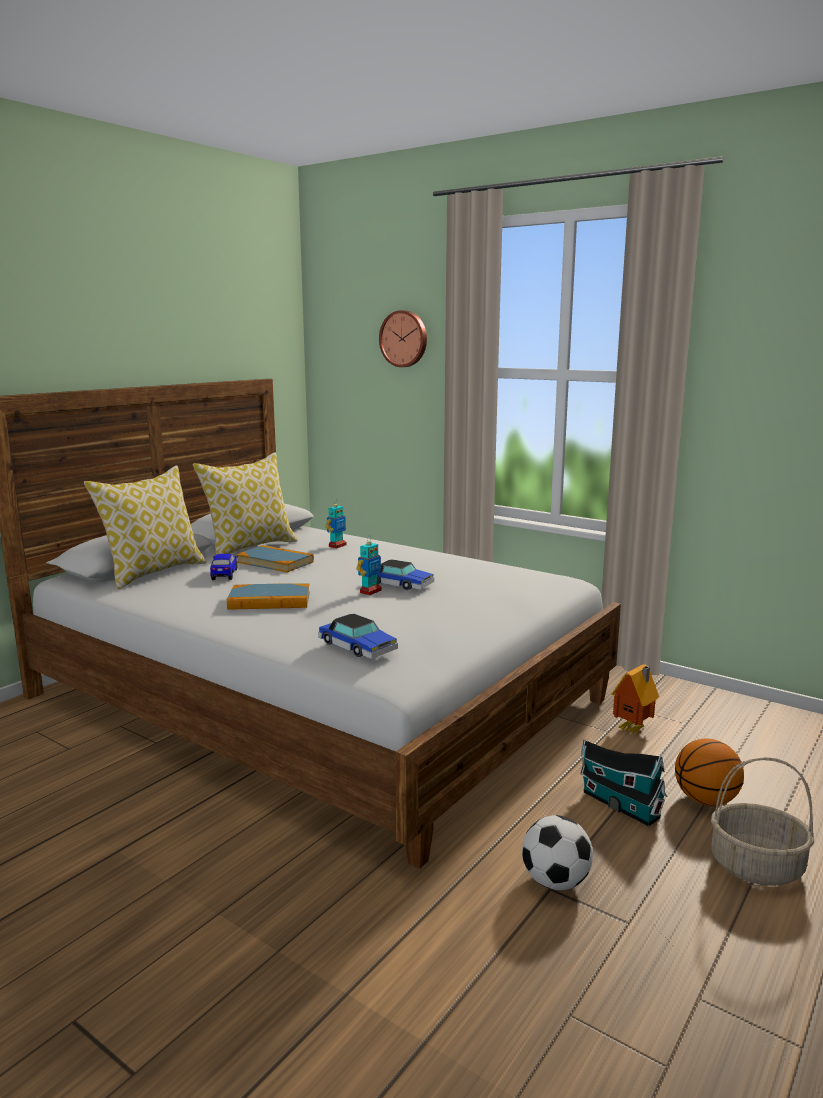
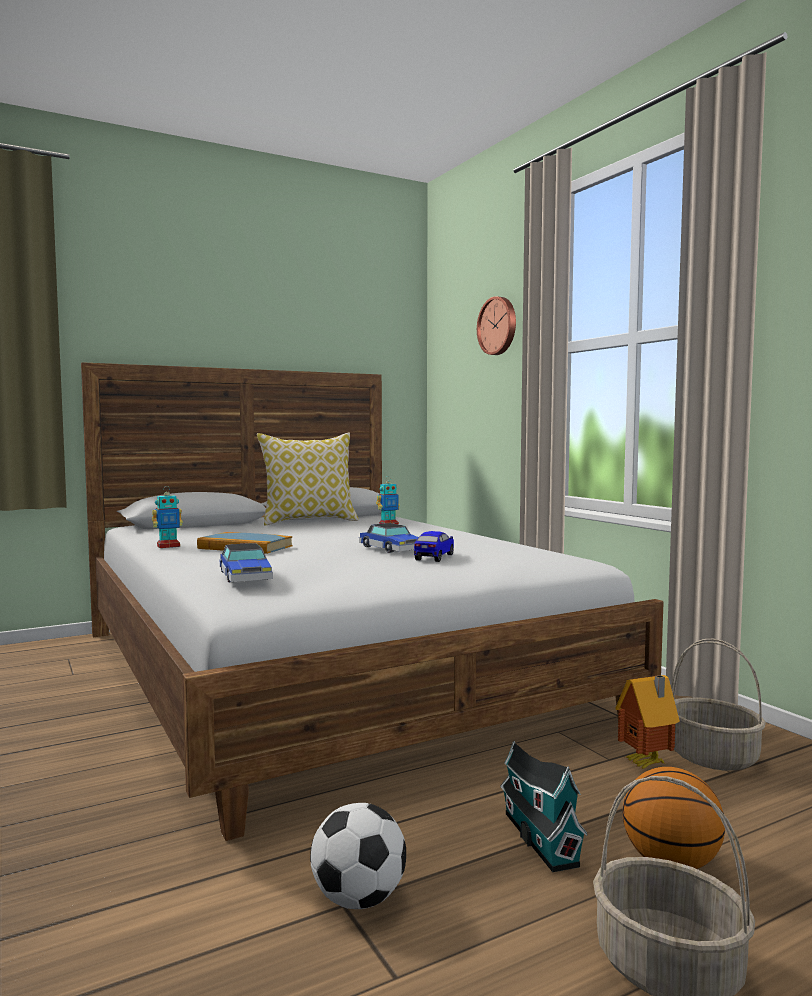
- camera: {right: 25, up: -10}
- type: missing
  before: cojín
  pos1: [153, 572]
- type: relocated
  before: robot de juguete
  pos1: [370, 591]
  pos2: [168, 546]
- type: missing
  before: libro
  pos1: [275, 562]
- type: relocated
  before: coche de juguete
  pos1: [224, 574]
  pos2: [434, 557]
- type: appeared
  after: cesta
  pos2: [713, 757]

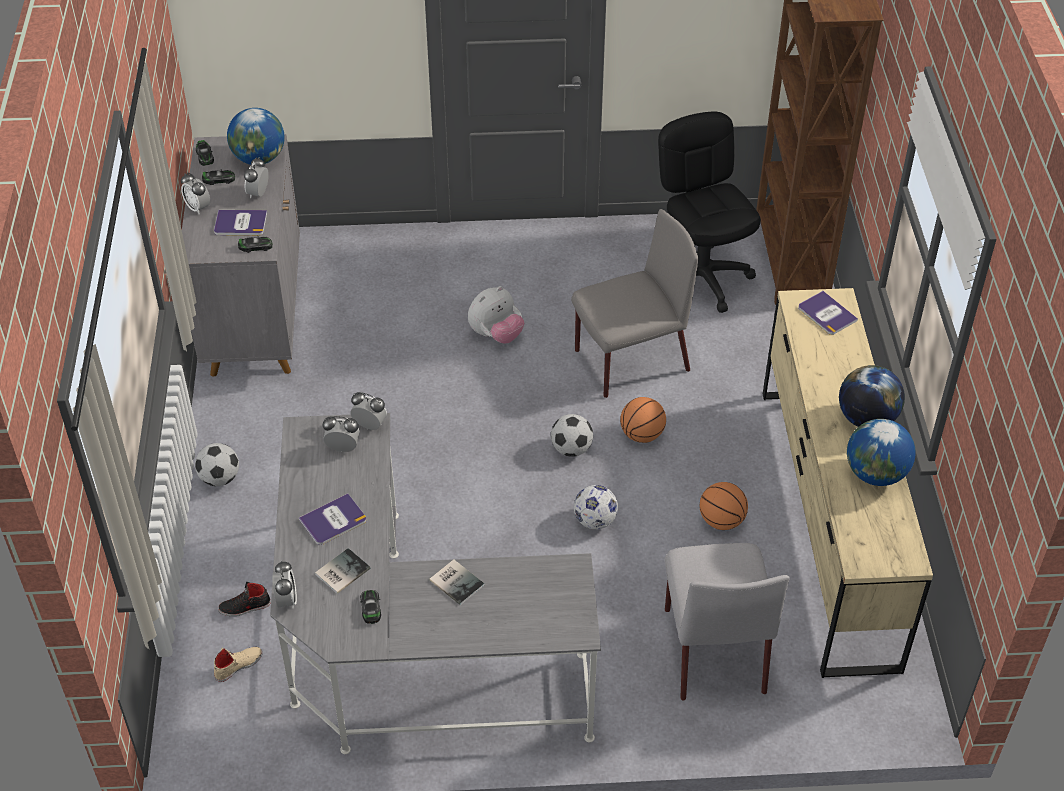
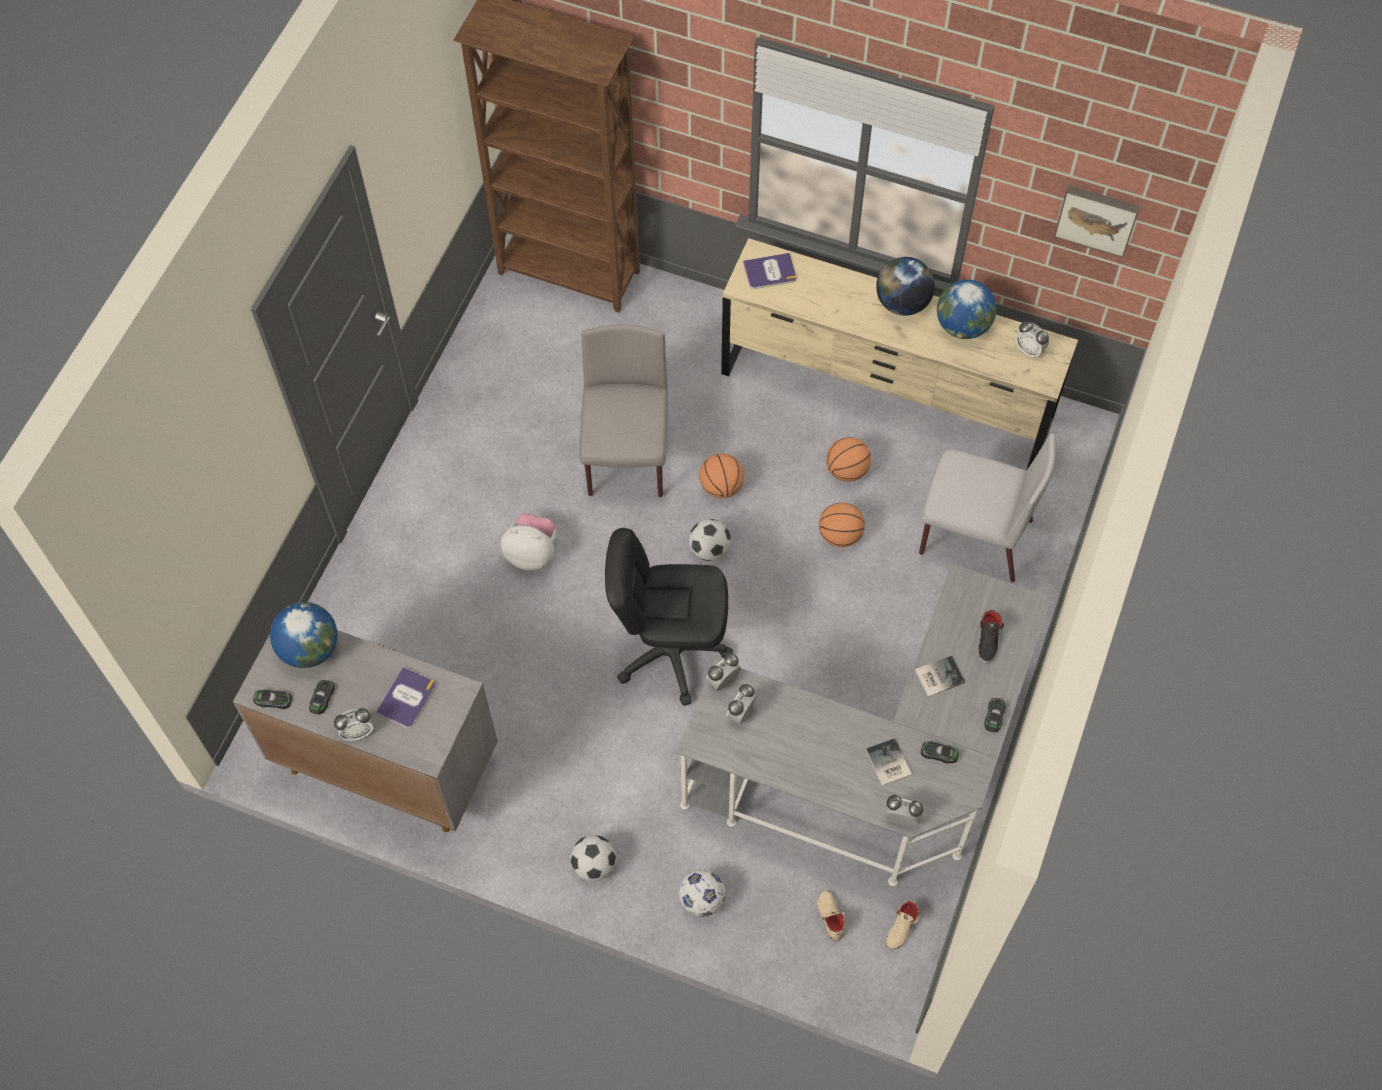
- camera: {right: -65, up: 15}
- type: relocated
  before: silla de oficina [negro]
  pos1: [701, 278]
  pos2: [671, 651]
- type: relocated
  before: despertador
  pos1: [258, 193]
  pos2: [1029, 350]
- type: relocated
  before: coche de juguete
  pos1: [255, 246]
  pos2: [994, 716]
- type: spun
  before: peluche
  pos1: [496, 335]
  pos2: [532, 553]
  turn: -60
- type: relocated
  before: balón de fútbol
  pos1: [594, 521]
  pos2: [702, 900]
- type: missing
  before: libro
  pos1: [333, 520]
- type: relocated
  before: zapato [negro]
  pos1: [245, 607]
  pos2: [988, 640]
- type: appeared
  after: cuadro
  pos2: [1097, 218]
- type: appeared
  after: balón de baloncesto
  pos2: [840, 535]
- type: appeared
  after: zapato [beis]
  pos2: [901, 928]

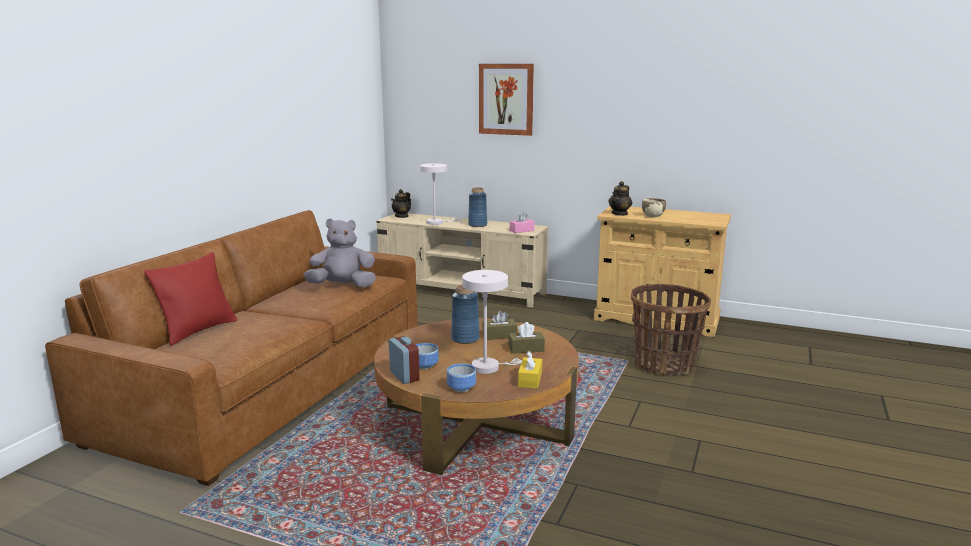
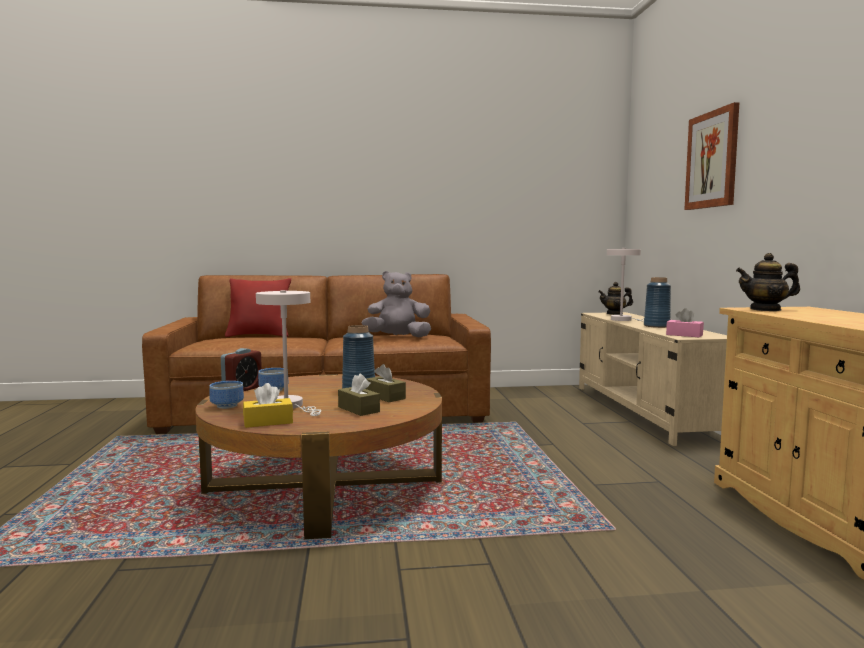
- camera: {right: 60, up: -10}
- type: missing
  before: cuenco [beis]
  pos1: [653, 216]
- type: spun
  before: peluche [gris]
  pos1: [342, 286]
  pos2: [397, 337]
  turn: -60
- type: missing
  before: cesta
  pos1: [664, 365]

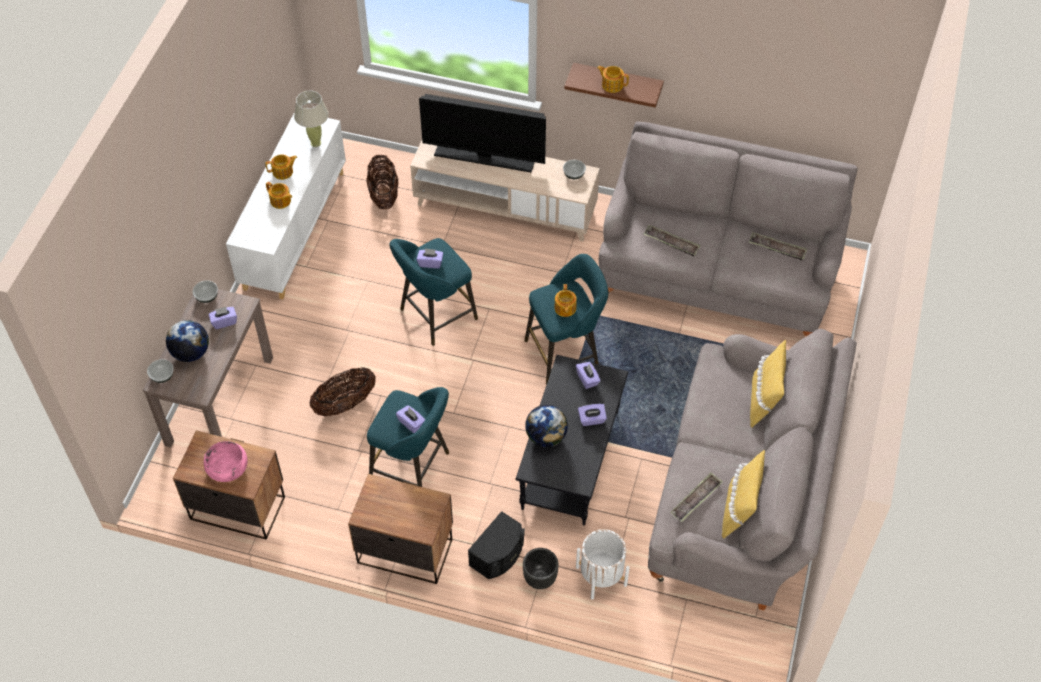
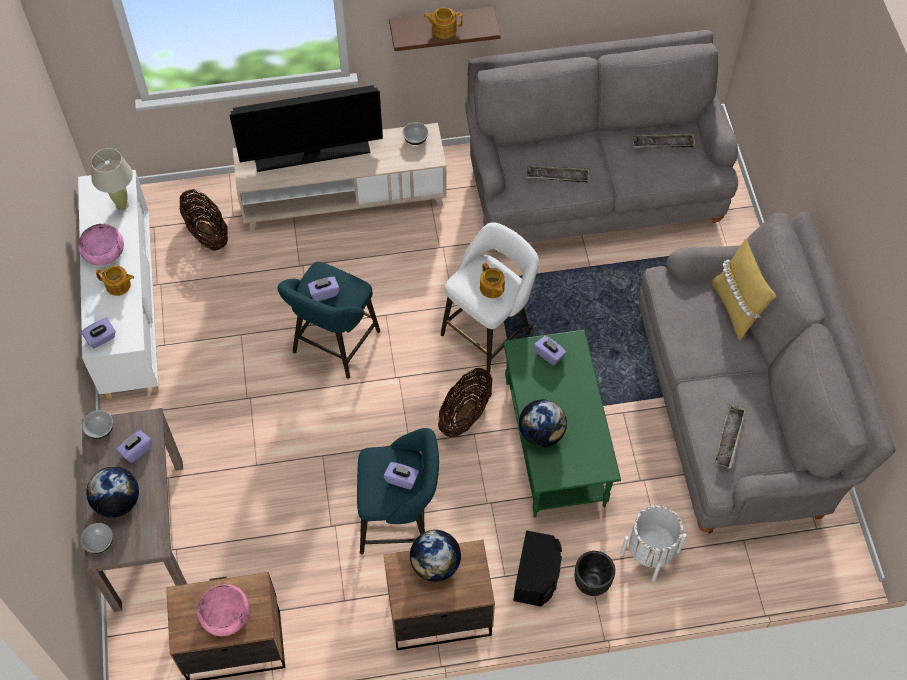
- camera: {right: -25, up: 5}
- type: exchanged
  before: tetera
  after: cuenco [rosa]
  pos1: [283, 172]
  pos2: [103, 251]
- type: colour
  before: taburete [turquesa]
  after: taburete [blanco]
  pos1: [565, 352]
  pos2: [489, 331]
- type: colour
  before: mesa de centro [negro]
  after: mesa de centro [verde]
  pos1: [571, 460]
  pos2: [556, 443]
- type: relocated
  before: cesta
  pos1: [345, 404]
  pos2: [465, 414]
- type: relocated
  before: caja de pañuelos [morado]
  pos1: [592, 420]
  pos2: [101, 338]
- type: missing
  before: cojín [amarillo]
  pos1: [739, 510]
- type: appeared
  after: globo terráqueo
  pos2: [435, 565]

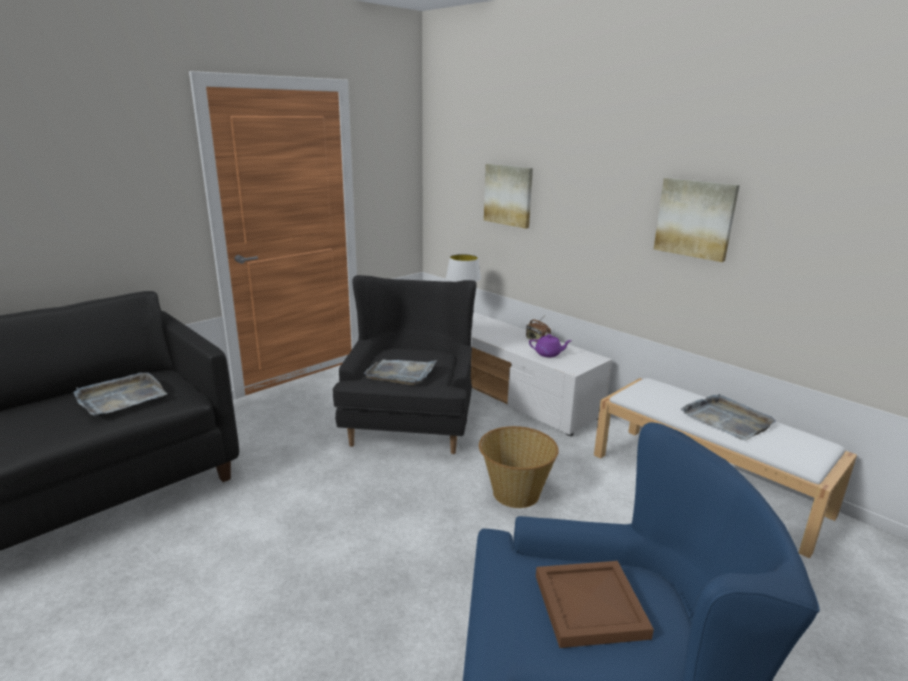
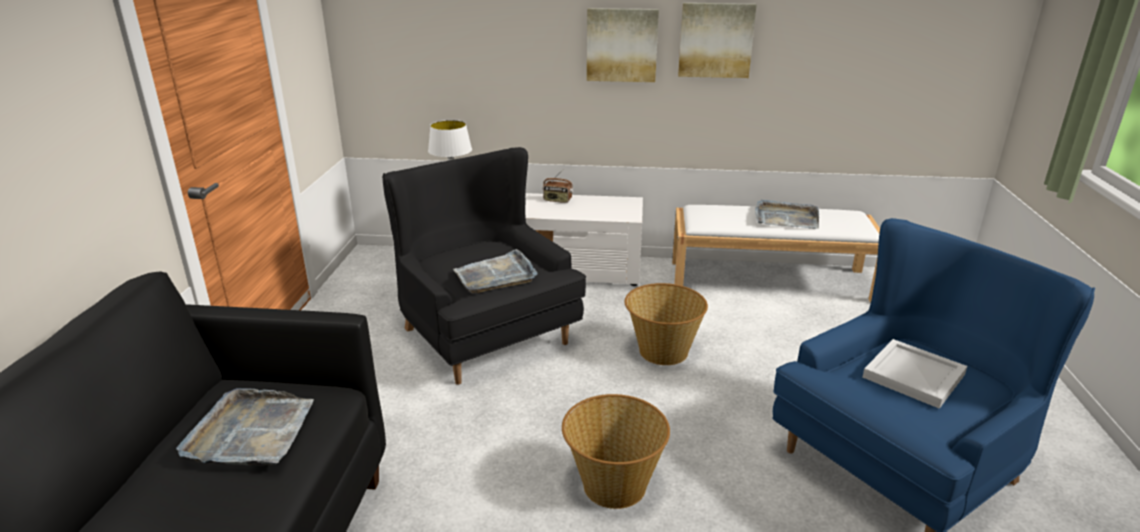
- camera: {right: -40, up: 5}
- type: relocated
  before: cuadro
  pos1: [508, 195]
  pos2: [622, 45]
- type: missing
  before: tetera [morado]
  pos1: [548, 354]
- type: colour
  before: bandeja [marrón]
  after: bandeja [blanco]
  pos1: [589, 607]
  pos2: [914, 377]
- type: appeared
  after: cesta
  pos2: [613, 484]

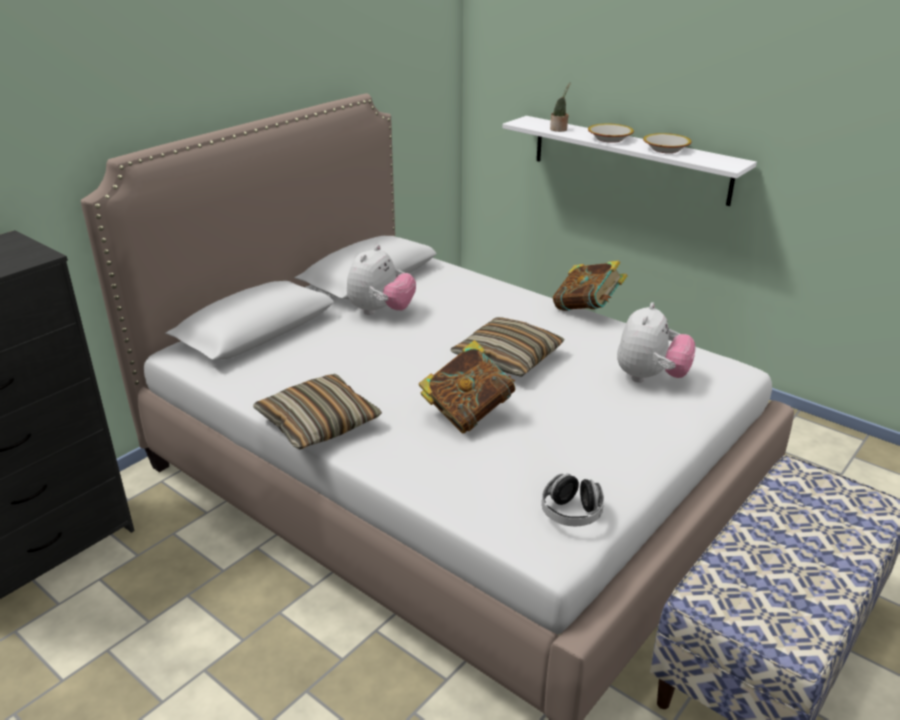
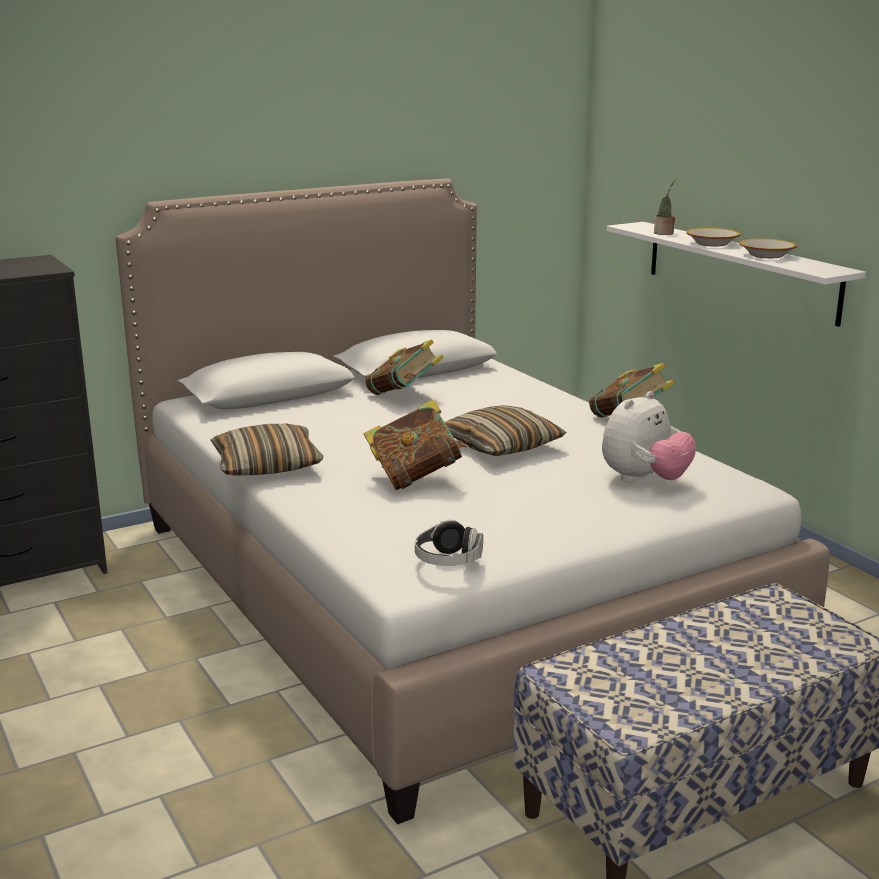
- camera: {right: 20, up: -10}
- type: exchanged
  before: peluche
  after: libro
  pos1: [381, 311]
  pos2: [404, 395]

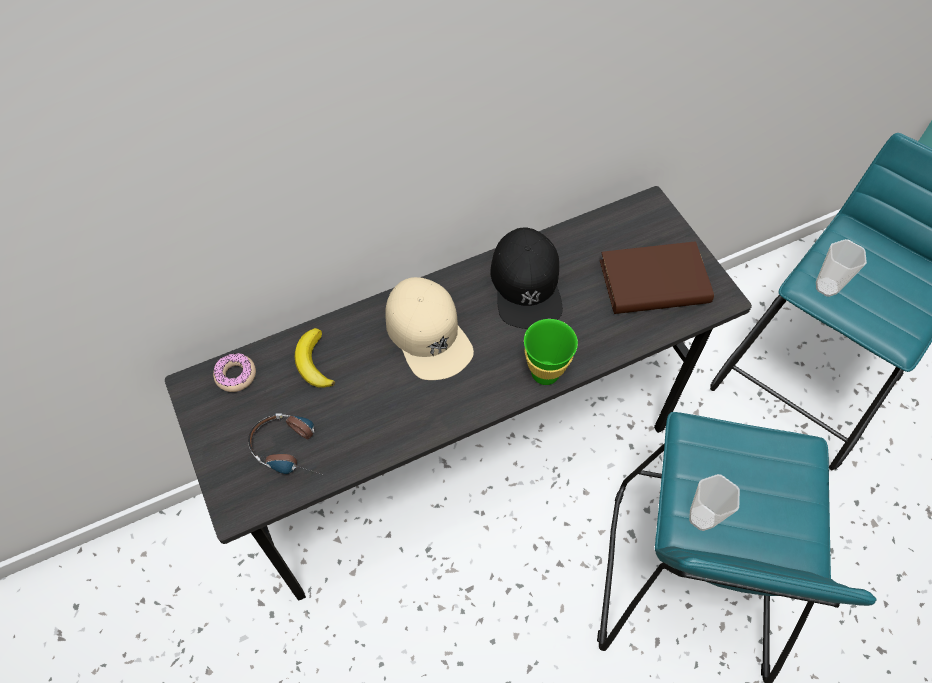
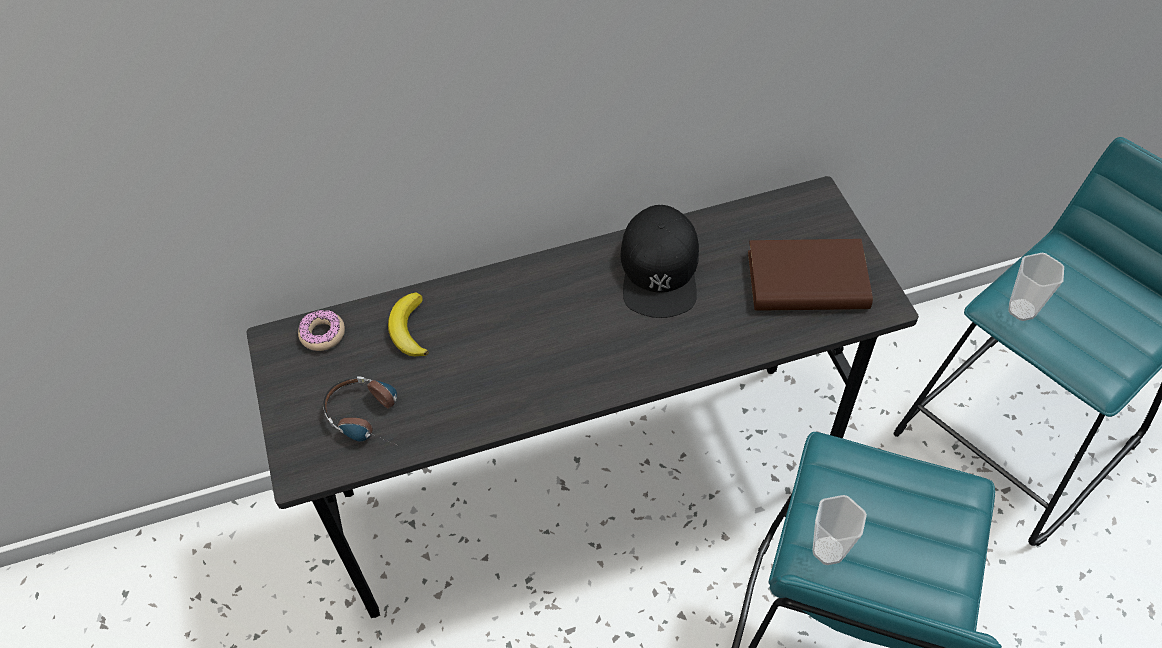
- camera: {right: 10, up: -5}
- type: missing
  before: gorra [beis]
  pos1: [428, 334]
- type: missing
  before: taza [verde]
  pos1: [545, 373]

